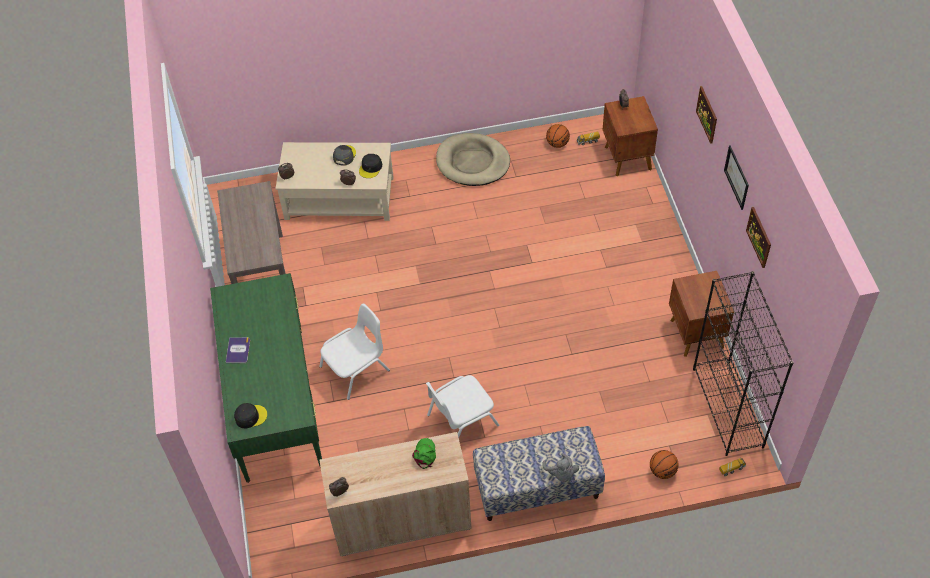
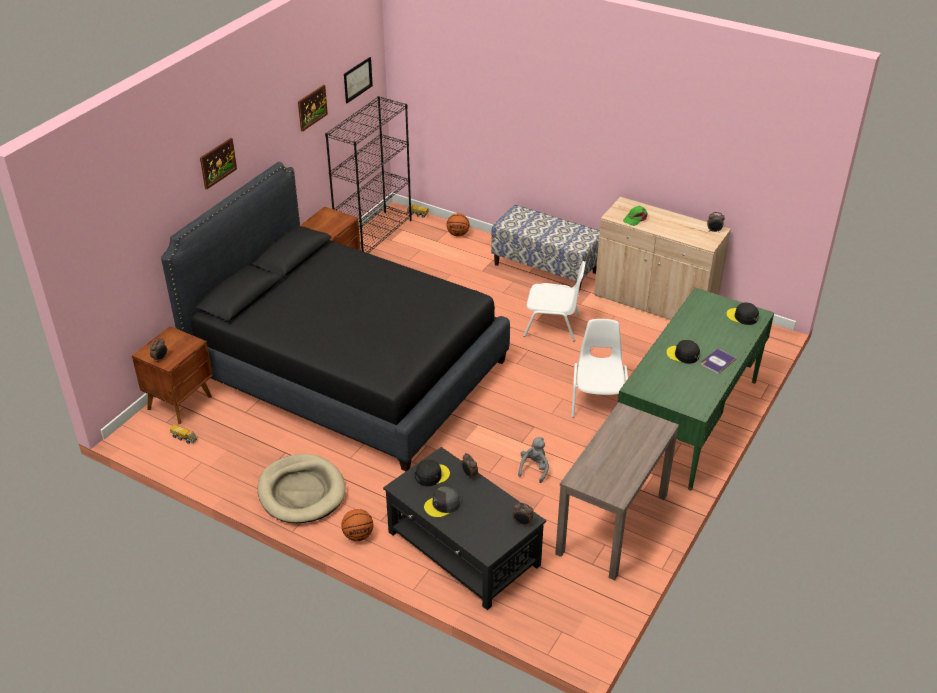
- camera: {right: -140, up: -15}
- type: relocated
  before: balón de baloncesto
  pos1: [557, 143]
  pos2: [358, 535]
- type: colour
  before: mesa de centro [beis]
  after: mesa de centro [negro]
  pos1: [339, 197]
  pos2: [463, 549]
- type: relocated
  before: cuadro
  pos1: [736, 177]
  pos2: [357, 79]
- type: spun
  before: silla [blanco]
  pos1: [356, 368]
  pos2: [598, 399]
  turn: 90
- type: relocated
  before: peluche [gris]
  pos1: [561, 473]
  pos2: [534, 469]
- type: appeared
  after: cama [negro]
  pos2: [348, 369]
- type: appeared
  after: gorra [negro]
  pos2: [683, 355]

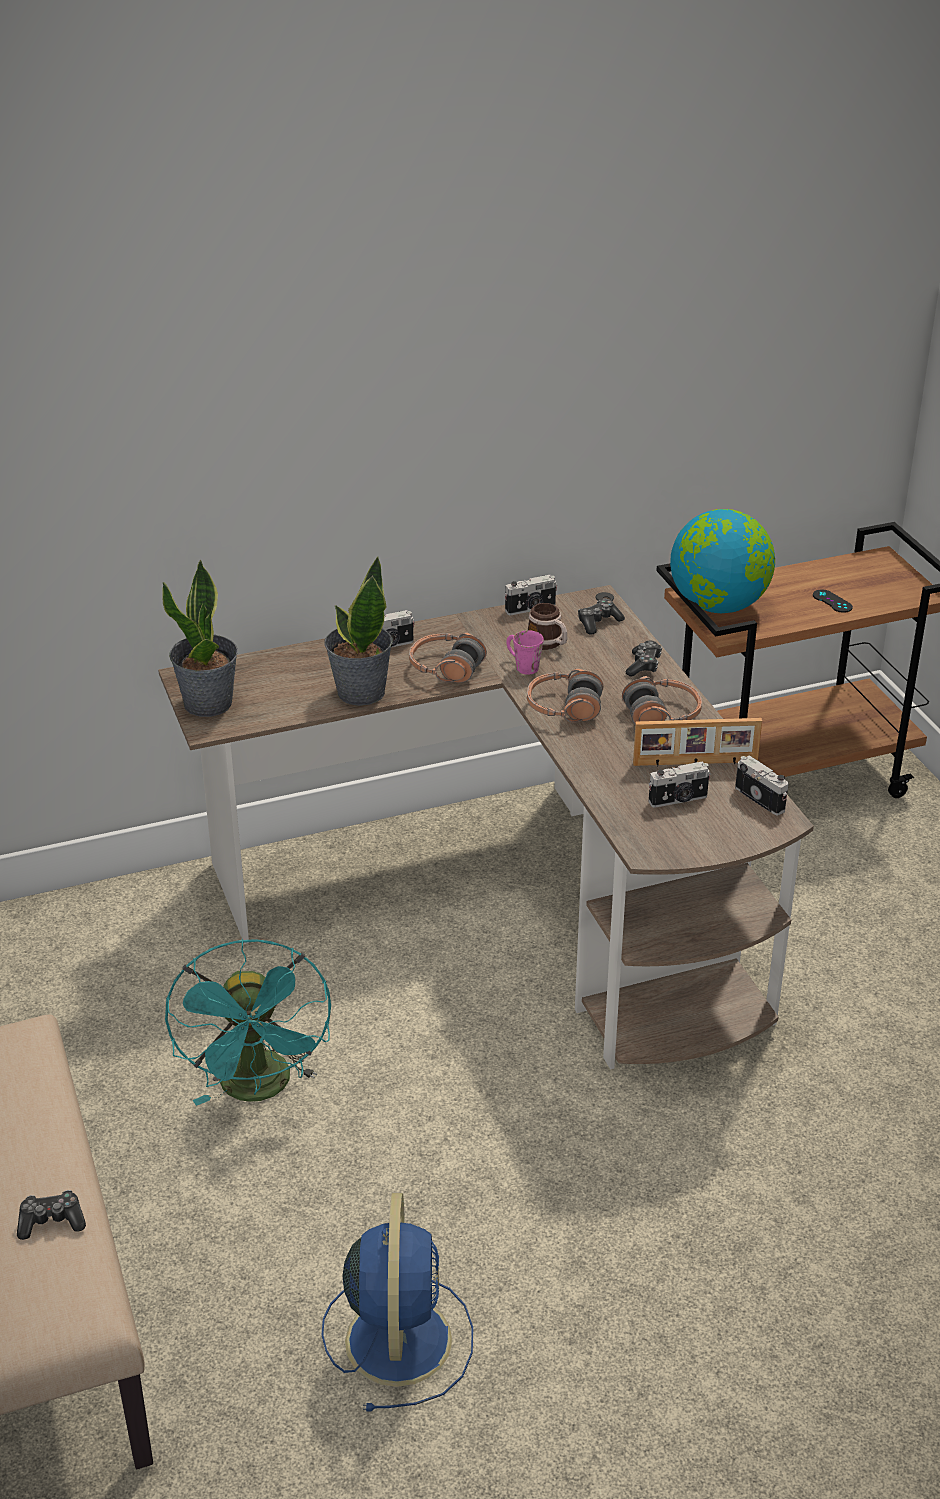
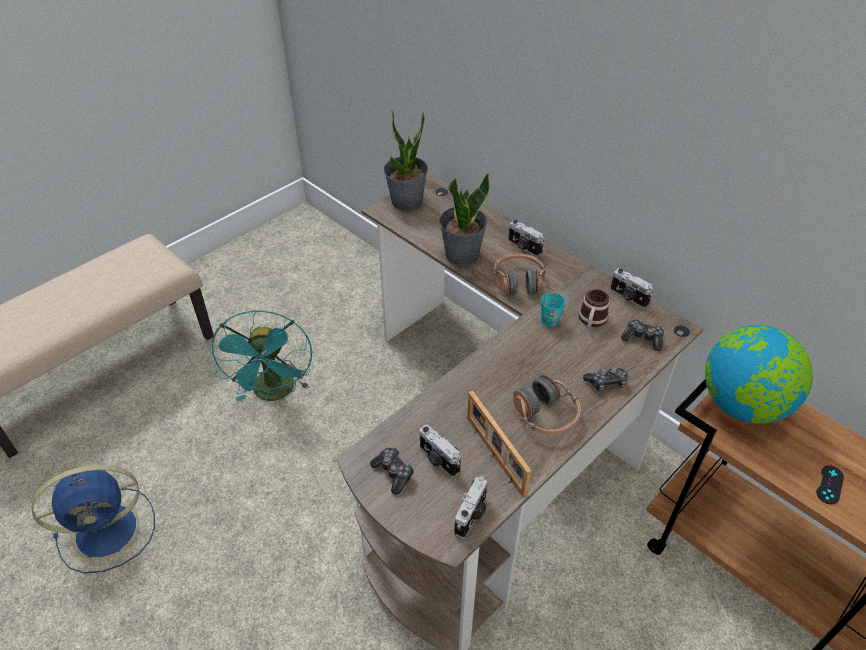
- camera: {right: 65, up: 10}
- type: colour
  before: taza grande [rosa]
  after: taza grande [turquesa]
  pos1: [522, 666]
  pos2: [551, 316]
- type: missing
  before: auriculares
  pos1: [564, 708]
- type: spun
  before: ventilador [turquesa]
  pos1: [259, 1089]
  pos2: [275, 393]
  turn: -60
- type: relocated
  before: mando de consola
  pos1: [51, 1221]
  pos2: [393, 473]

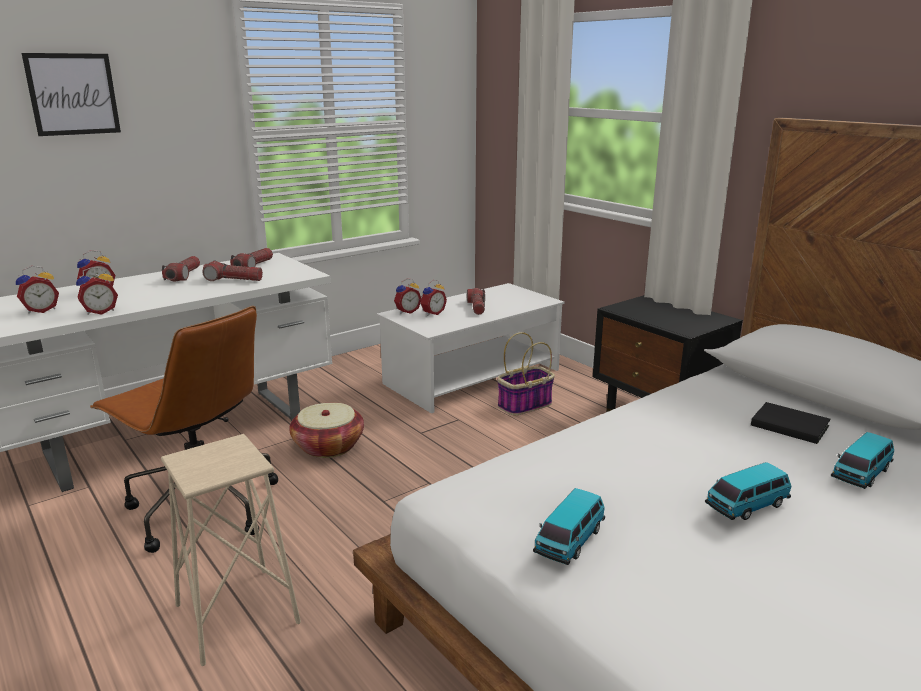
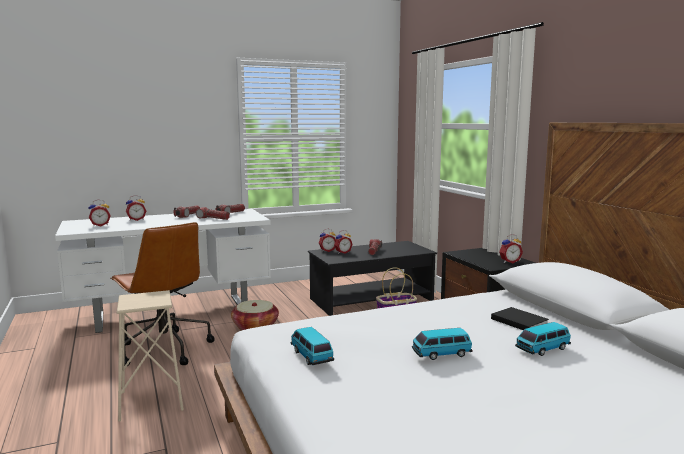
- camera: {right: 15, up: -10}
- type: missing
  before: cuadro
  pos1: [73, 94]
- type: relocated
  before: despertador
  pos1: [100, 312]
  pos2: [509, 262]
- type: colour
  before: mesa de centro [blanco]
  after: mesa de centro [negro]
  pos1: [473, 376]
  pos2: [372, 300]
- type: spun
  before: coche de juguete
  pos1: [569, 540]
  pos2: [311, 356]
  turn: 105

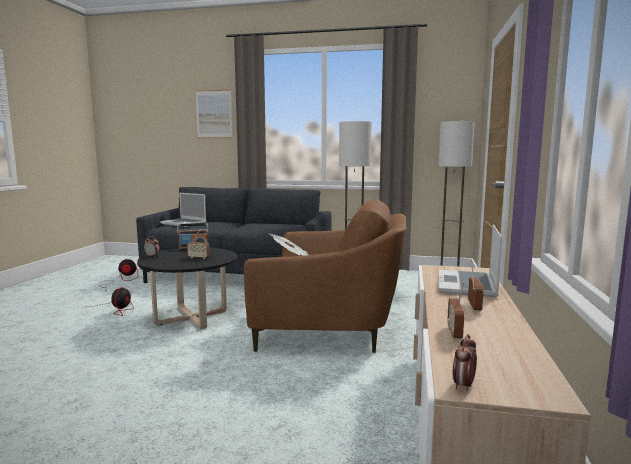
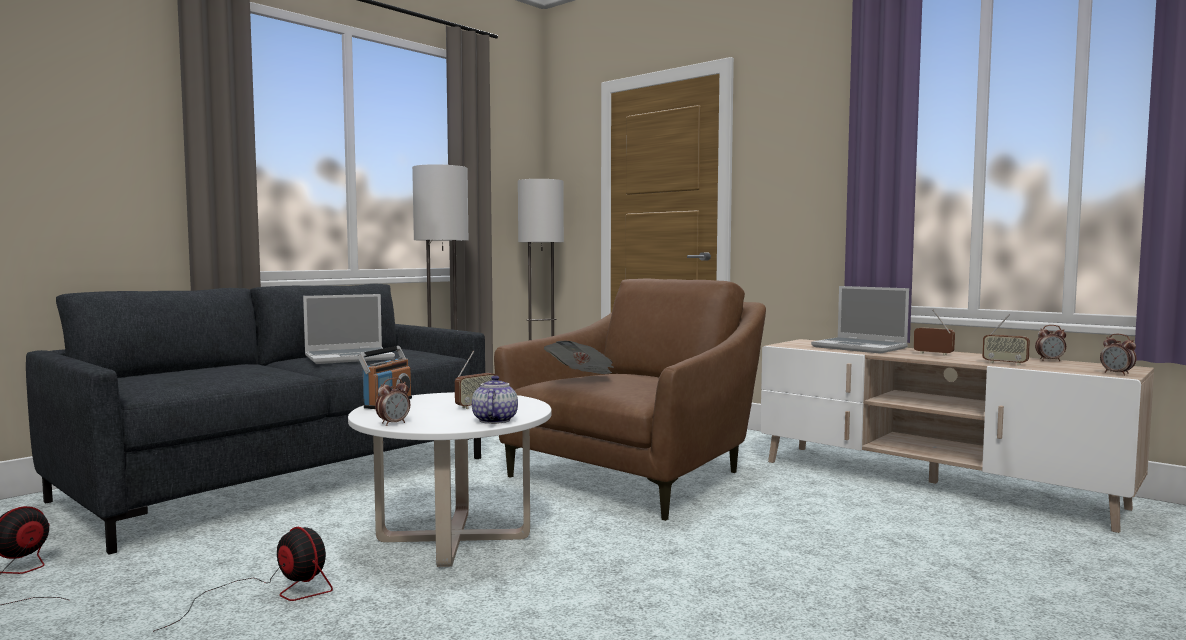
- camera: {right: -60, up: -5}
- type: missing
  before: cuadro
  pos1: [214, 114]
- type: relocated
  before: portátil
  pos1: [184, 223]
  pos2: [350, 357]
- type: colour
  before: mesa de centro [negro]
  after: mesa de centro [blanco]
  pos1: [191, 318]
  pos2: [454, 538]
- type: appeared
  after: despertador
  pos2: [1050, 360]
- type: appeared
  after: tetera
  pos2: [493, 420]

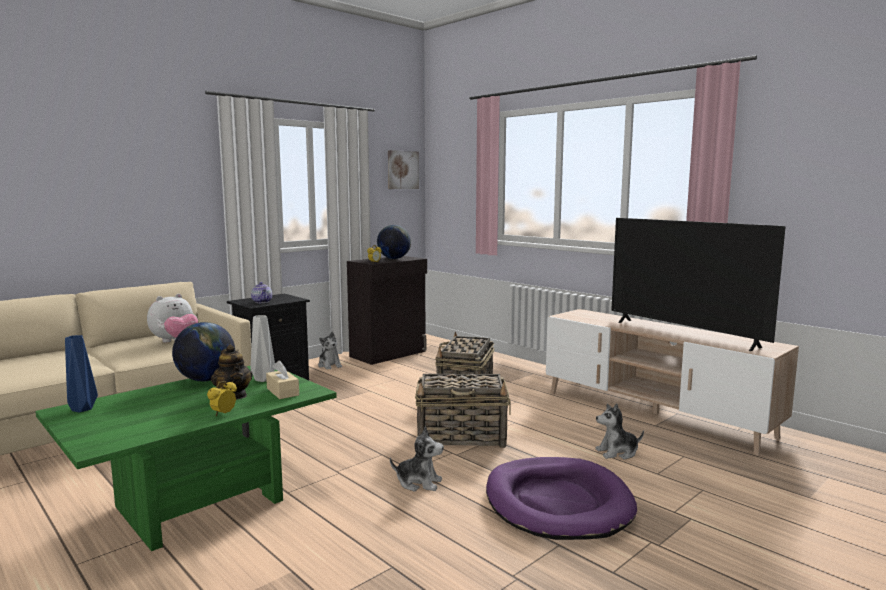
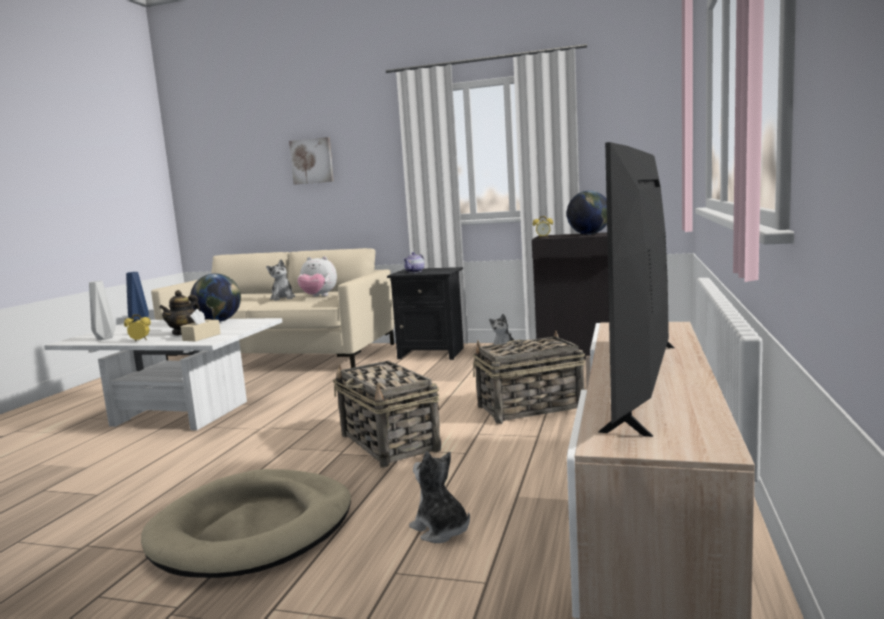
- camera: {right: 60, up: 0}
- type: relocated
  before: cuadro
  pos1: [402, 170]
  pos2: [312, 161]
- type: relocated
  before: florero [gris]
  pos1: [262, 380]
  pos2: [104, 338]
- type: colour
  before: mesa de centro [verde]
  after: mesa de centro [blanco]
  pos1: [200, 503]
  pos2: [180, 413]
- type: relocated
  before: peluche
  pos1: [419, 483]
  pos2: [283, 298]
- type: colour
  before: cama para perro [morado]
  after: cama para perro [beis]
  pos1: [557, 503]
  pos2: [254, 529]

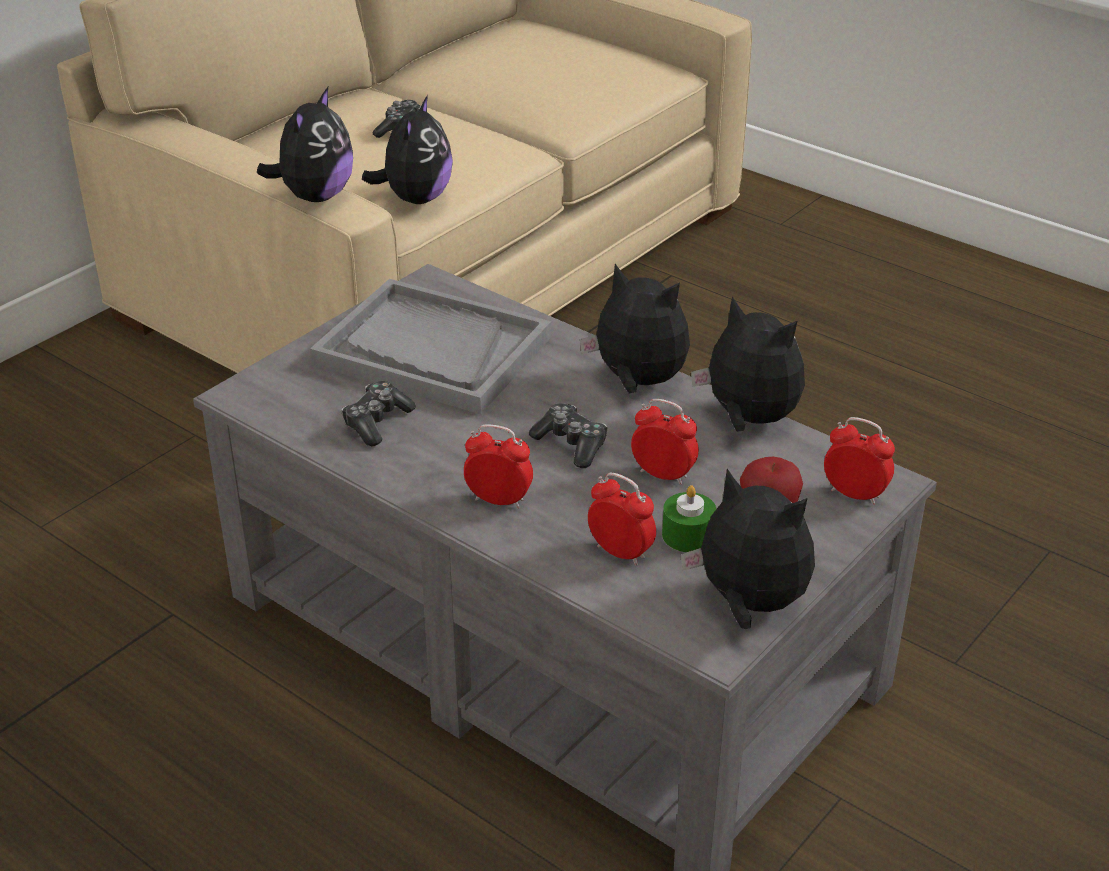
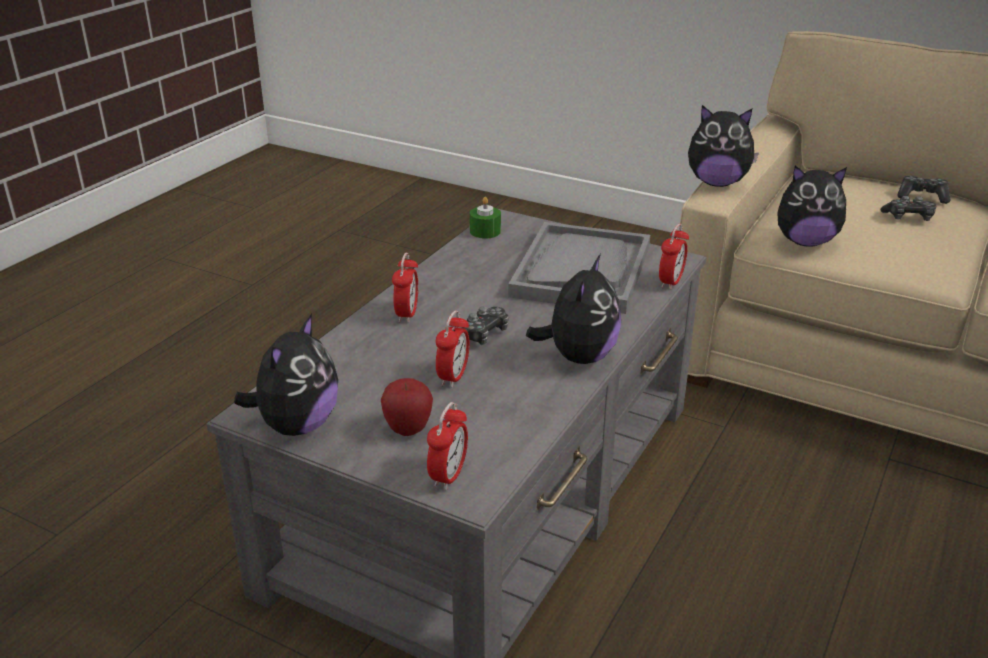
- camera: {right: 80, up: -5}
- type: missing
  before: peluche
  pos1: [748, 419]
- type: relocated
  before: mando de consola
  pos1: [376, 422]
  pos2: [922, 196]
- type: relocated
  before: despertador
  pos1: [620, 552]
  pos2: [671, 282]
- type: relocated
  before: vela [verde]
  pos1: [688, 535]
  pos2: [485, 231]

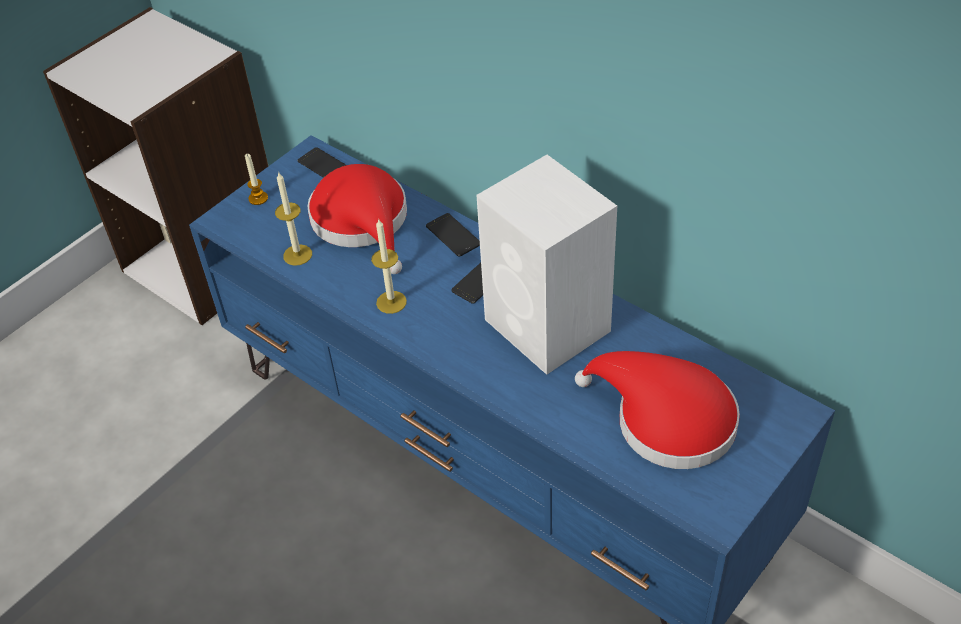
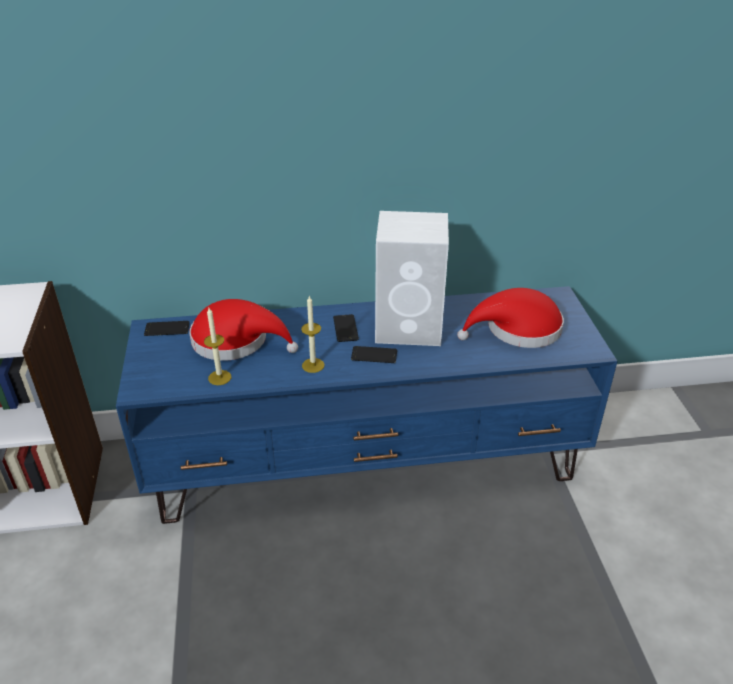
- camera: {right: -50, up: -10}
- type: missing
  before: vela
  pos1: [258, 198]
- type: relocated
  before: móvil
  pos1: [453, 235]
  pos2: [374, 355]

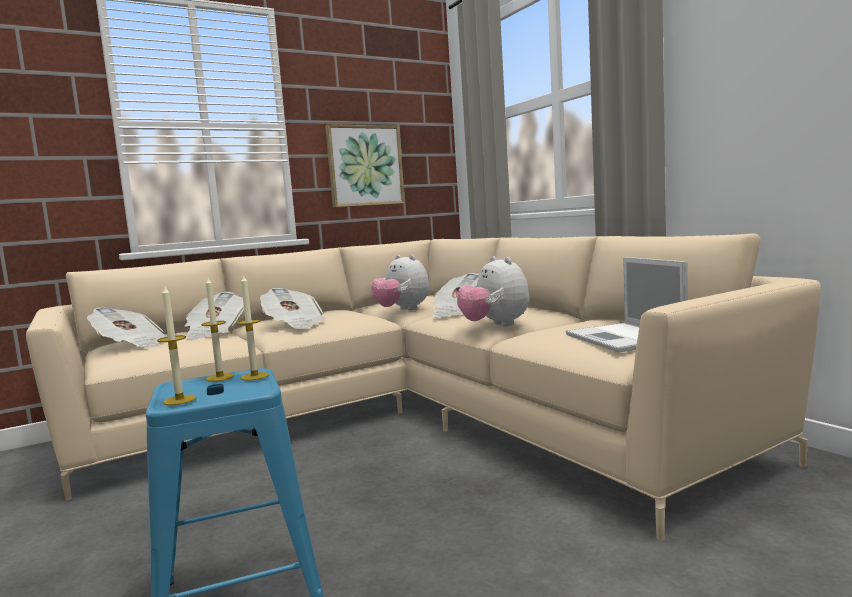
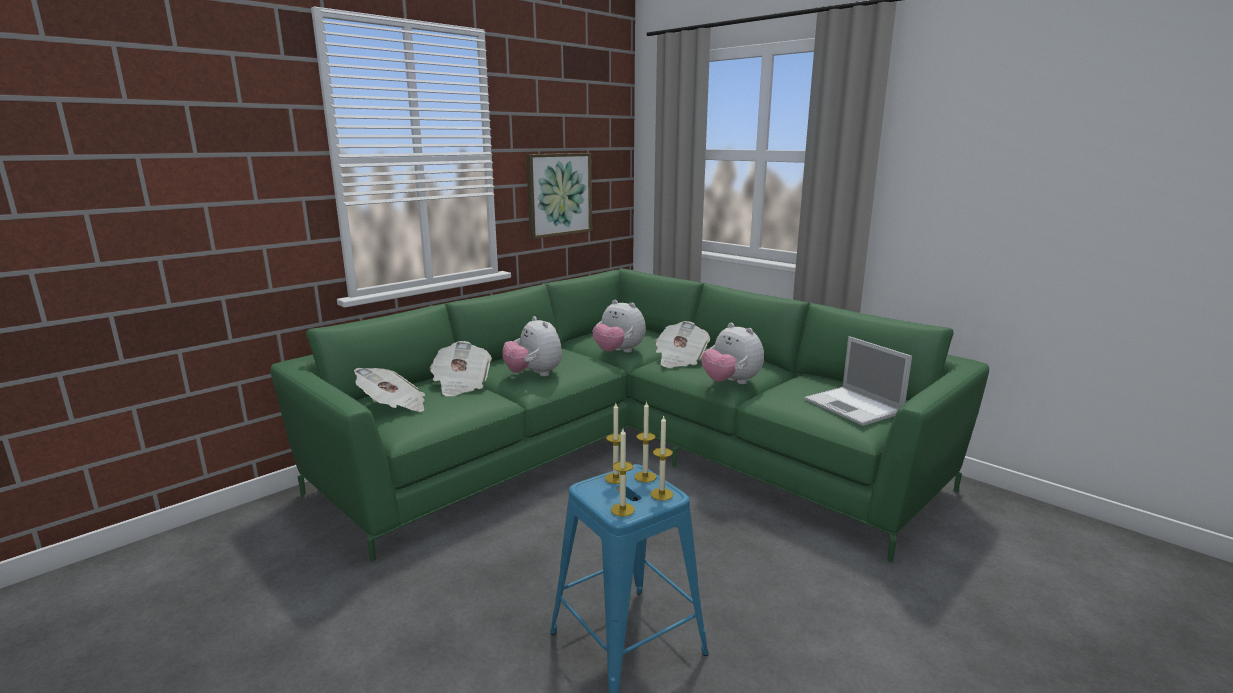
- camera: {right: -15, up: 10}
- type: colour
  before: sofá [beis]
  after: sofá [verde]
  pos1: [403, 418]
  pos2: [627, 453]
- type: exchanged
  before: periódico
  after: peluche
  pos1: [294, 325]
  pos2: [534, 374]
- type: appeared
  after: vela
  pos2: [661, 494]

